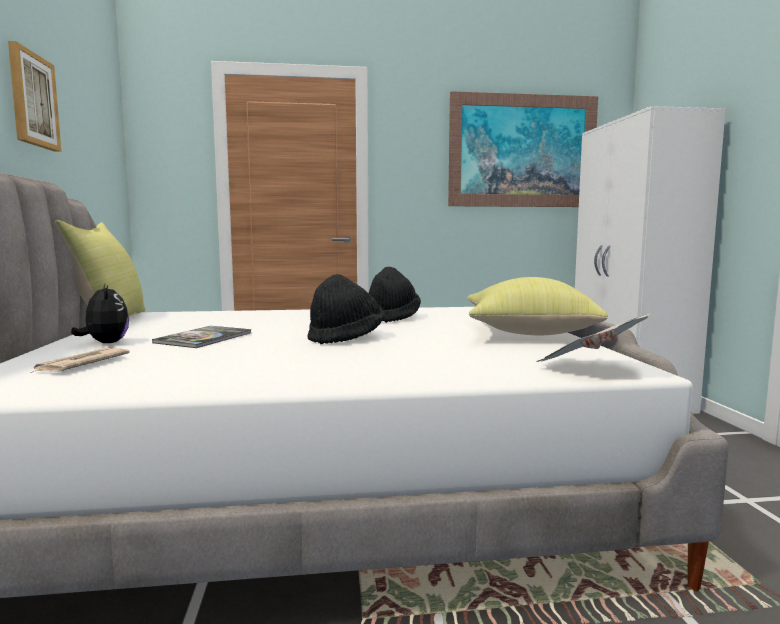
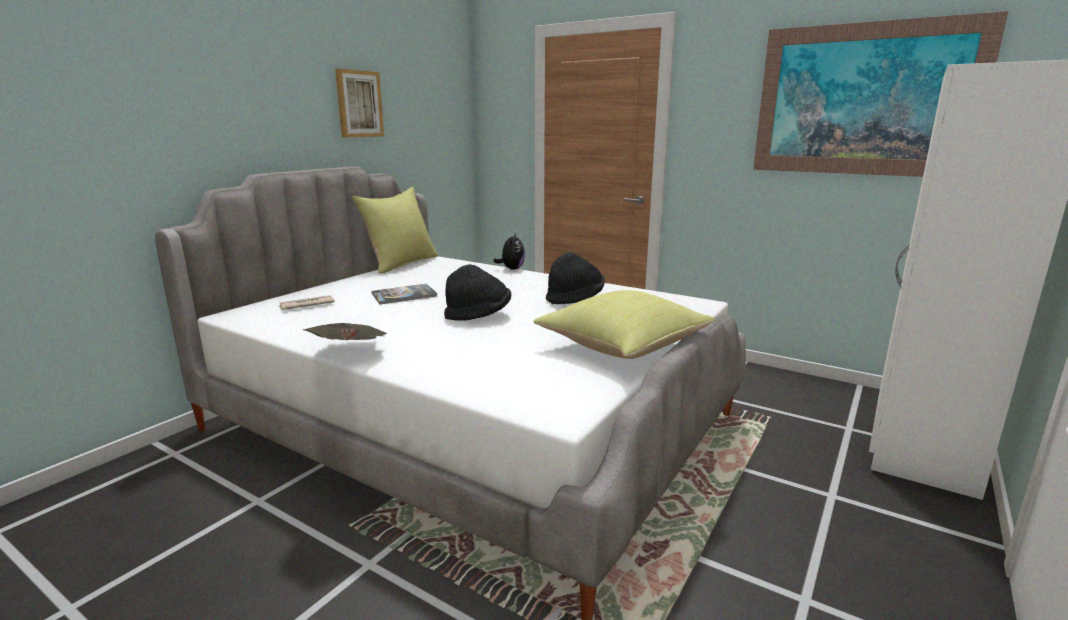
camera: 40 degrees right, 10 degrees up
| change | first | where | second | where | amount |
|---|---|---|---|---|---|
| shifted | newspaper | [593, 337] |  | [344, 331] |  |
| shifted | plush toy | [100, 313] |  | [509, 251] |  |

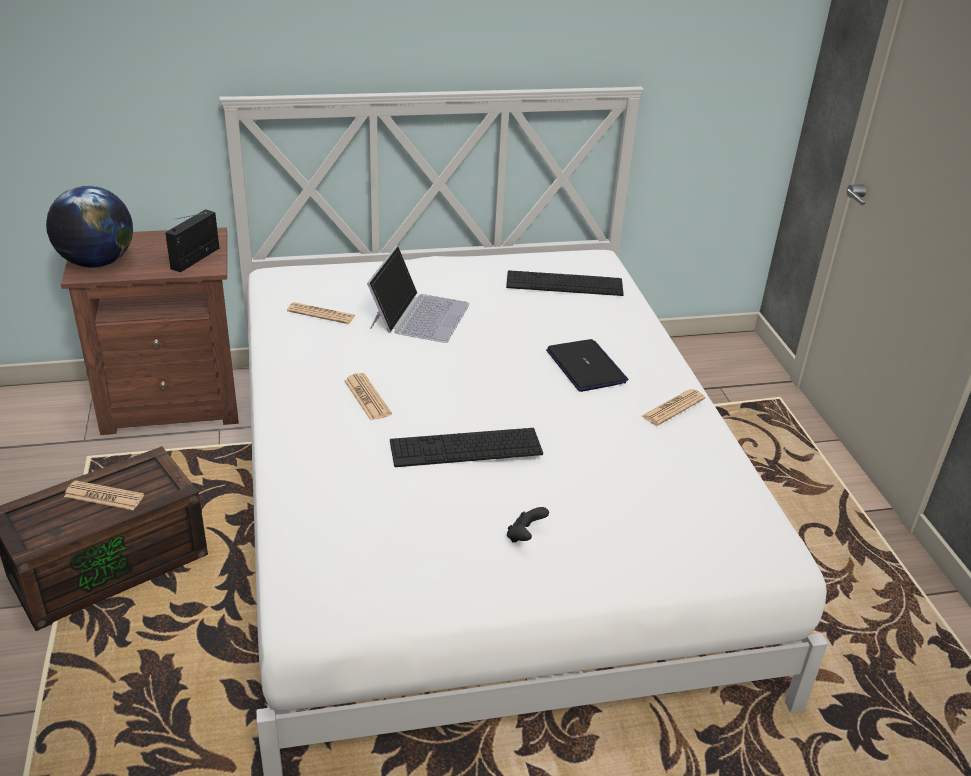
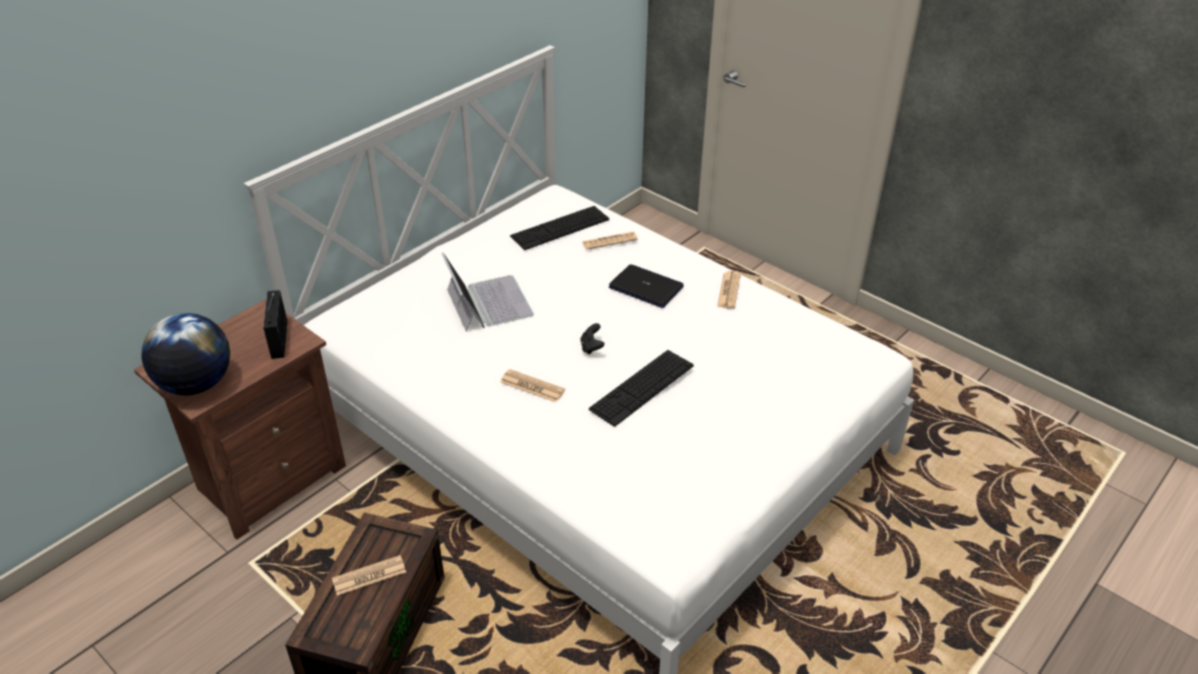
camera: 35 degrees left, 5 degrees up
| change | first | where | second | where | amount |
|---|---|---|---|---|---|
| shifted | black game controller | [528, 524] |  | [592, 339] |  |
| shifted | newspaper | [321, 313] |  | [610, 241] |  |

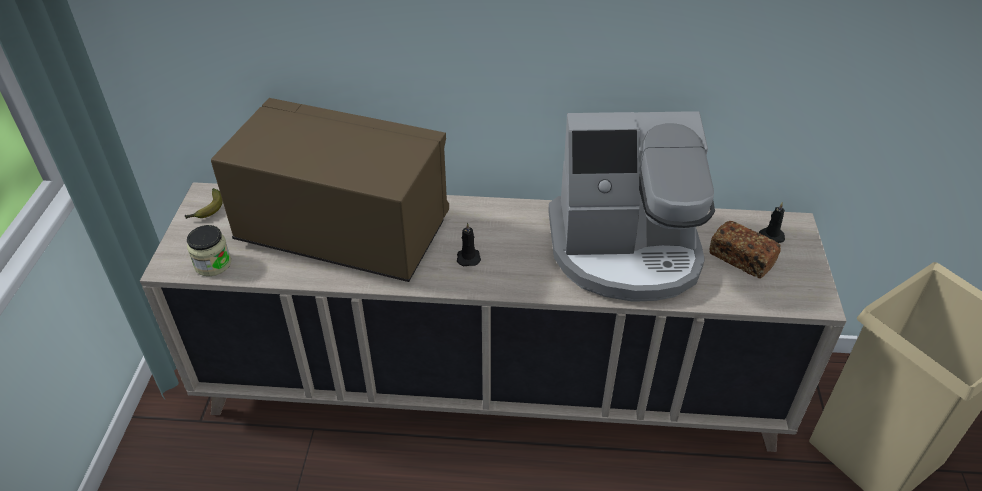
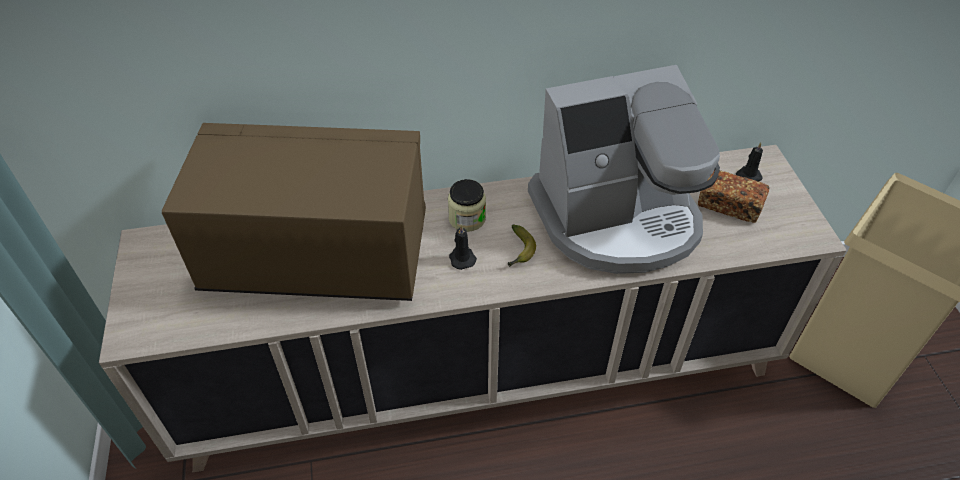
camera: 15 degrees left, 5 degrees up
| change | first | where | second | where | amount |
|---|---|---|---|---|---|
| shifted | jar | [209, 250] |  | [467, 205] |  |
| shifted | banana | [204, 203] |  | [522, 245] |  |

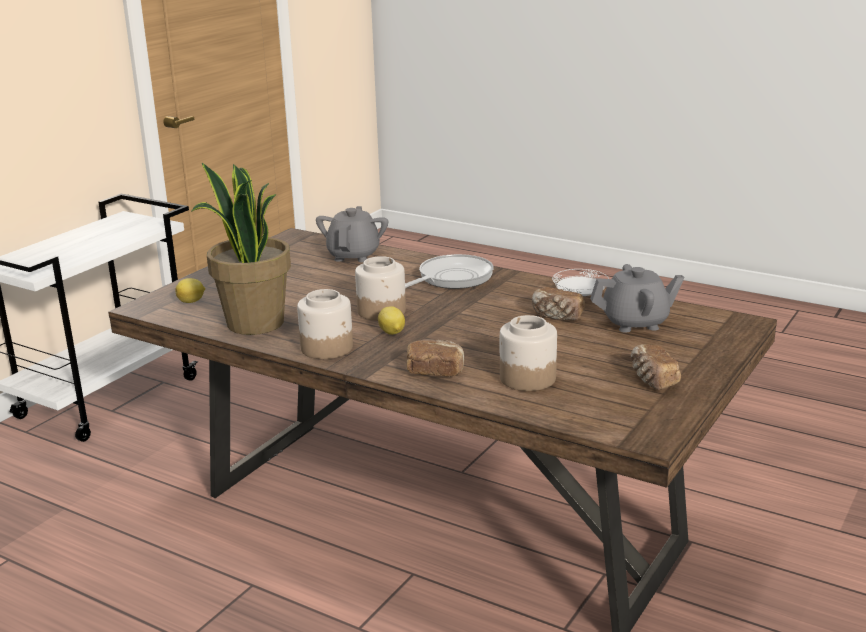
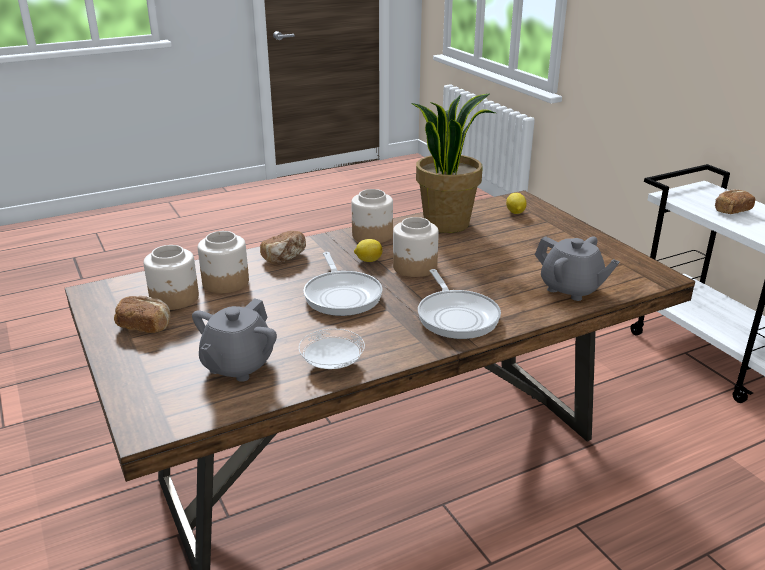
camera: 120 degrees right, 5 degrees up
| change | first | where | second | where | amount |
|---|---|---|---|---|---|
| new |  |  | jar | [171, 277] |  |
| new |  |  | frying pan | [342, 284] |  |
| shifted | bread | [558, 303] |  | [735, 201] |  |

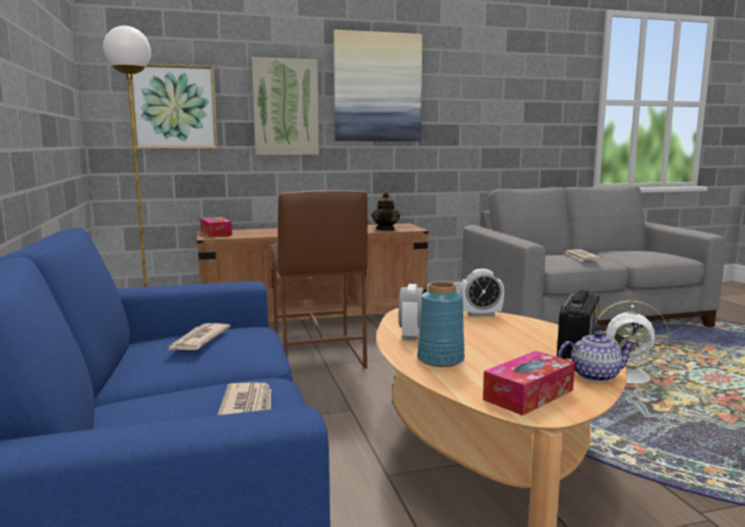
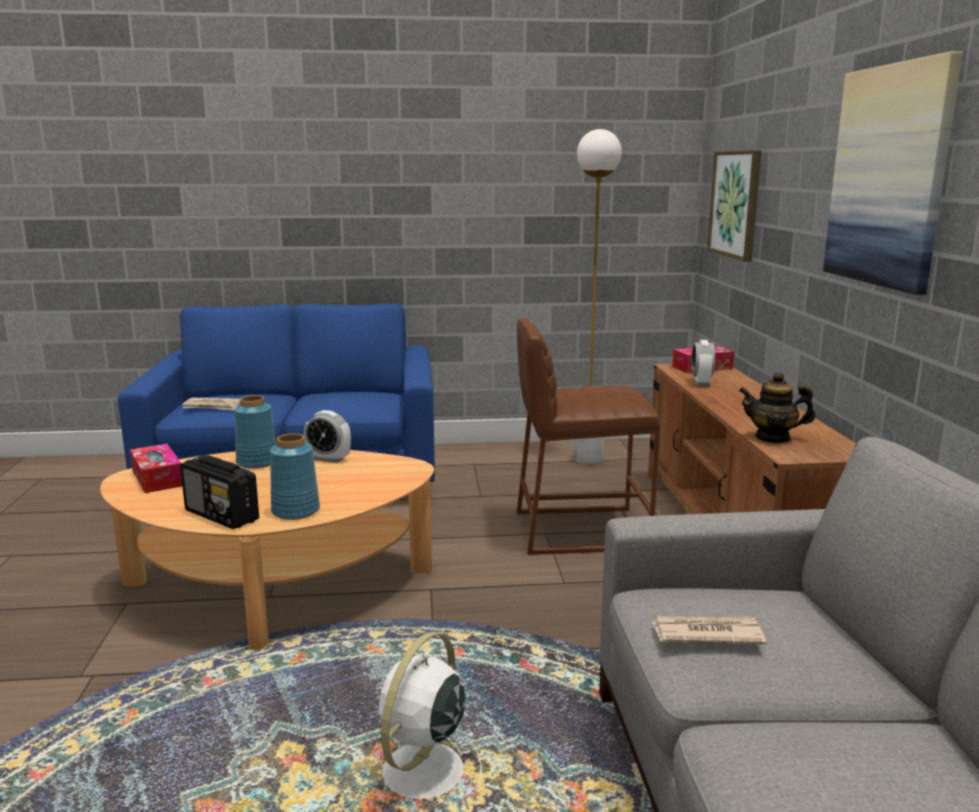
camera: 100 degrees right, 5 degrees up
| change | first | where | second | where | amount |
|---|---|---|---|---|---|
| new |  |  | blue vase | [295, 476] |  |
| shifted | alarm clock | [482, 293] |  | [703, 363] |  |
| gone | newspaper | [199, 337] |  |  |  |
| gone | picture | [285, 106] |  |  |  |
| gone | teapot | [597, 356] |  |  |  |

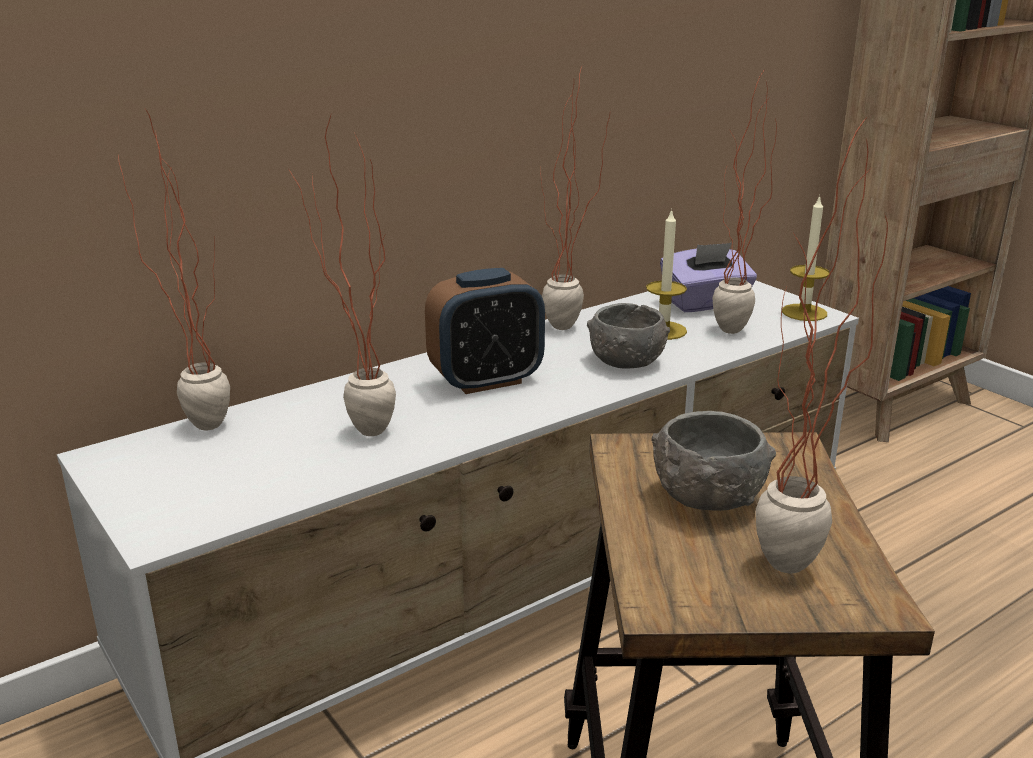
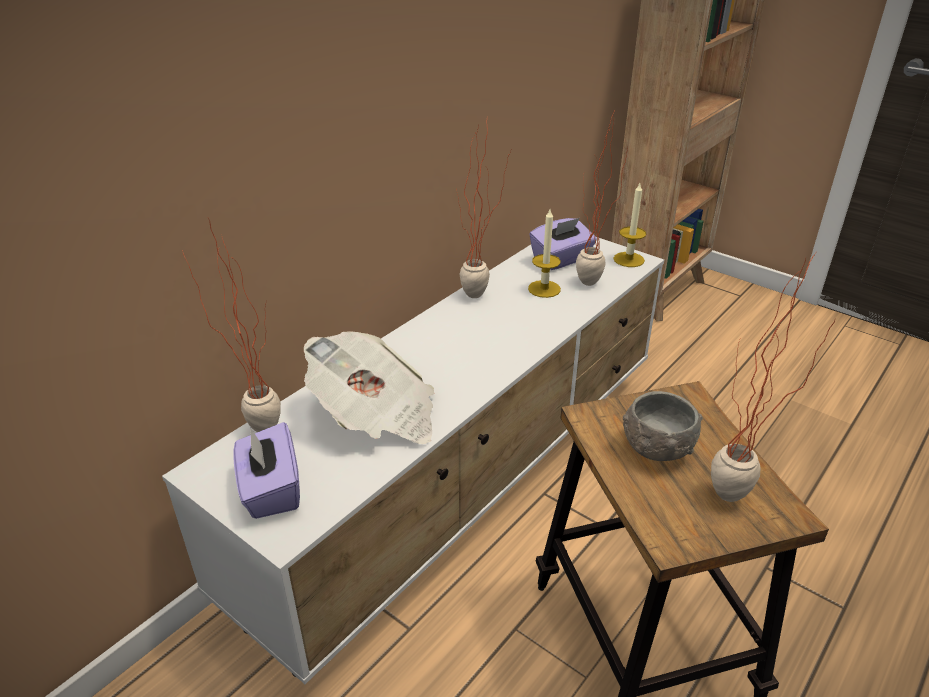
camera: 15 degrees left, 10 degrees up
| change | first | where | second | where | amount |
|---|---|---|---|---|---|
| new |  |  | purple tissue box | [266, 470] |  |
| swapped | potted plant | [342, 275] | newspaper | [369, 388] |  |
| gone | alarm clock | [485, 331] |  |  |  |
| gone | grey bowl | [628, 336] |  |  |  |

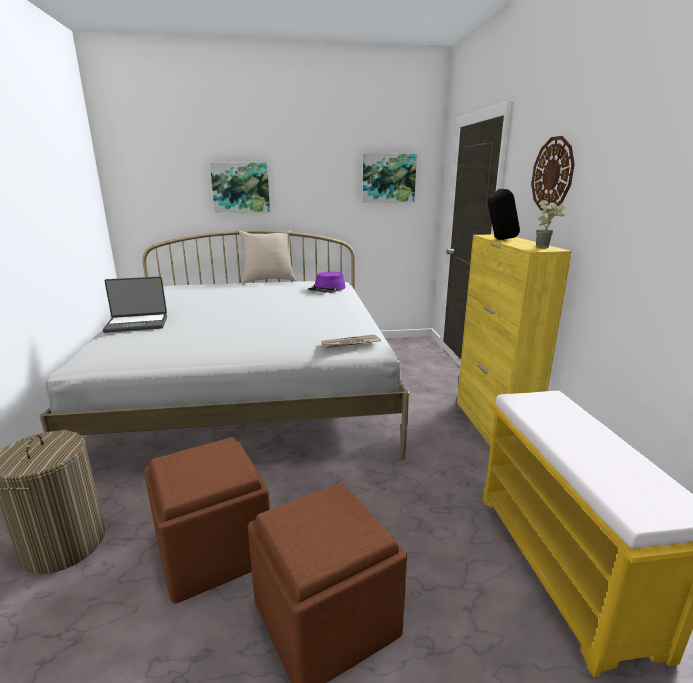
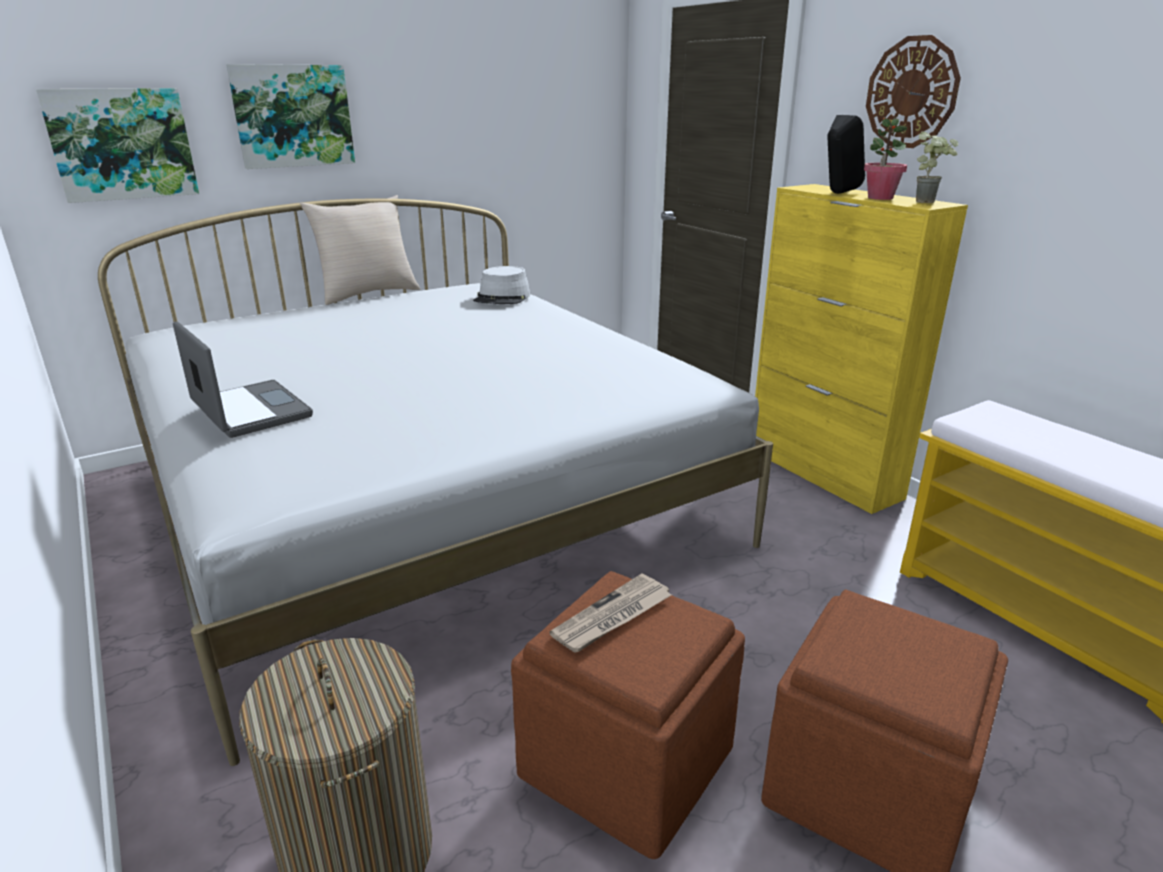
camera: 25 degrees left, 5 degrees up
| change | first | where | second | where | amount |
|---|---|---|---|---|---|
| shifted | picture | [390, 178] |  | [117, 145] |  |
| rotated | laptop | [134, 305] |  | [243, 379] | 90 degrees counterclockwise |
| repainted | purple hat | [327, 282] | grey hat | [502, 285] |  |
| shifted | newspaper | [351, 341] |  | [610, 613] |  |
| new |  |  | potted plant | [885, 158] |  |

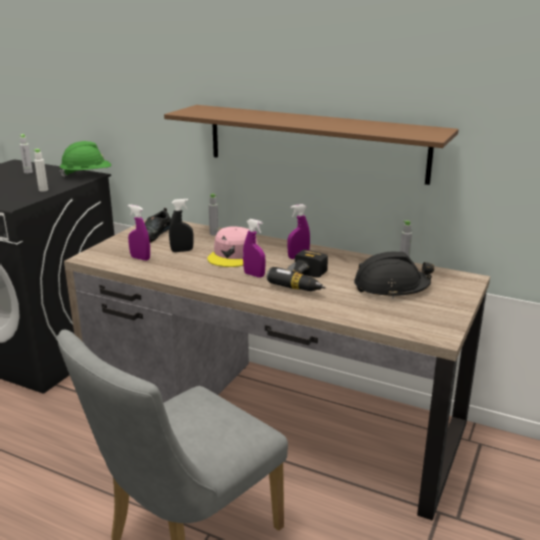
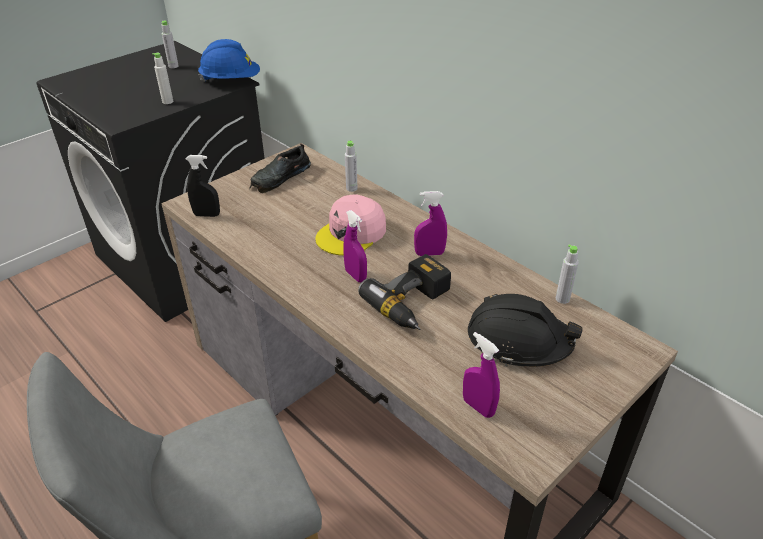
camera: 20 degrees right, 15 degrees up
| change | first | where | second | where | amount |
|---|---|---|---|---|---|
| shifted | black spray bottle | [181, 225] |  | [203, 186] |  |
| repainted | green hard hat | [85, 159] | blue hard hat | [229, 60] |  |
| shifted | purple spray bottle | [139, 232] |  | [481, 375] |  |
| gone | brown shelf | [311, 145] |  |  |  |

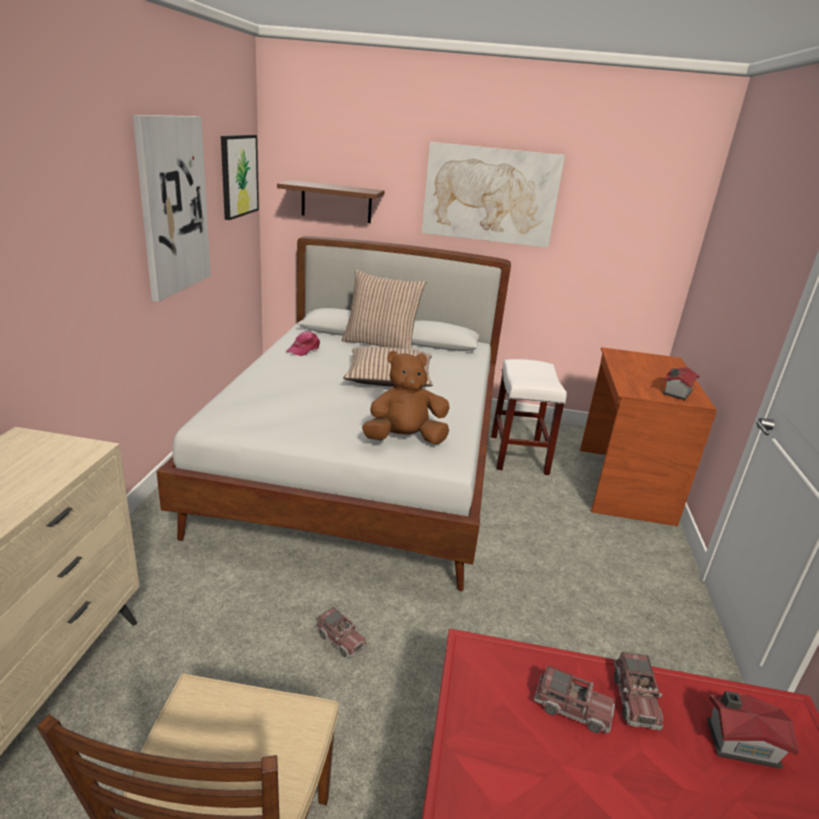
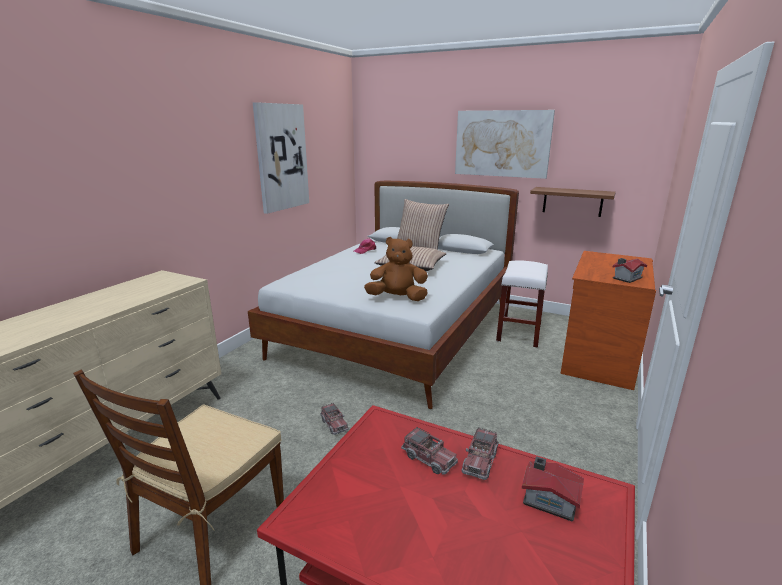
camera: 20 degrees right, 5 degrees down
| change | first | where | second | where | amount |
|---|---|---|---|---|---|
| shifted | brown shelf | [331, 201] |  | [573, 202] |  |
| gone | picture | [240, 177] |  |  |  |

